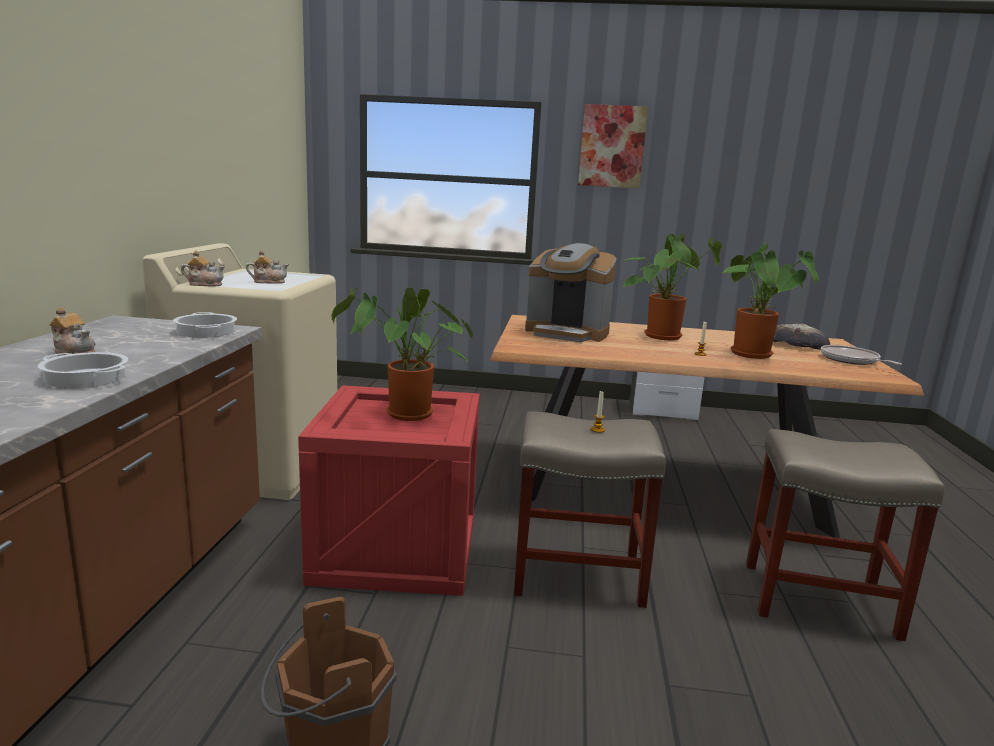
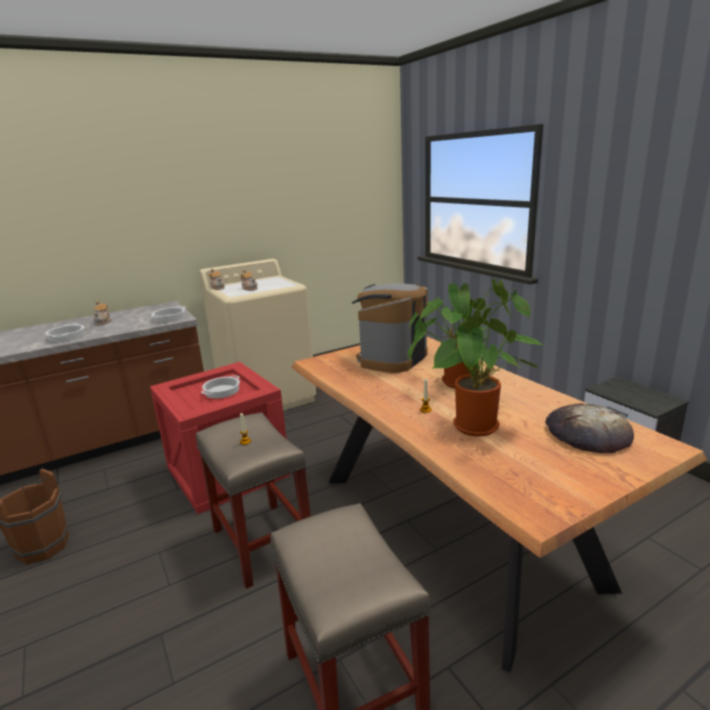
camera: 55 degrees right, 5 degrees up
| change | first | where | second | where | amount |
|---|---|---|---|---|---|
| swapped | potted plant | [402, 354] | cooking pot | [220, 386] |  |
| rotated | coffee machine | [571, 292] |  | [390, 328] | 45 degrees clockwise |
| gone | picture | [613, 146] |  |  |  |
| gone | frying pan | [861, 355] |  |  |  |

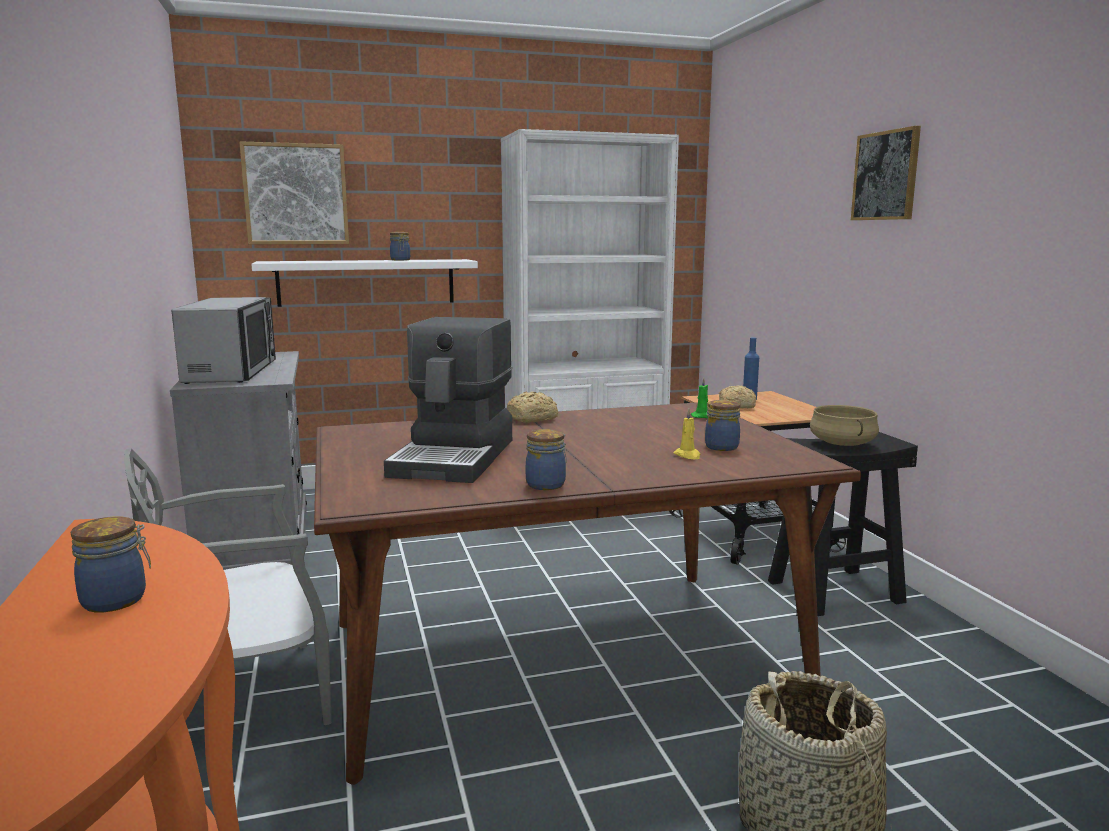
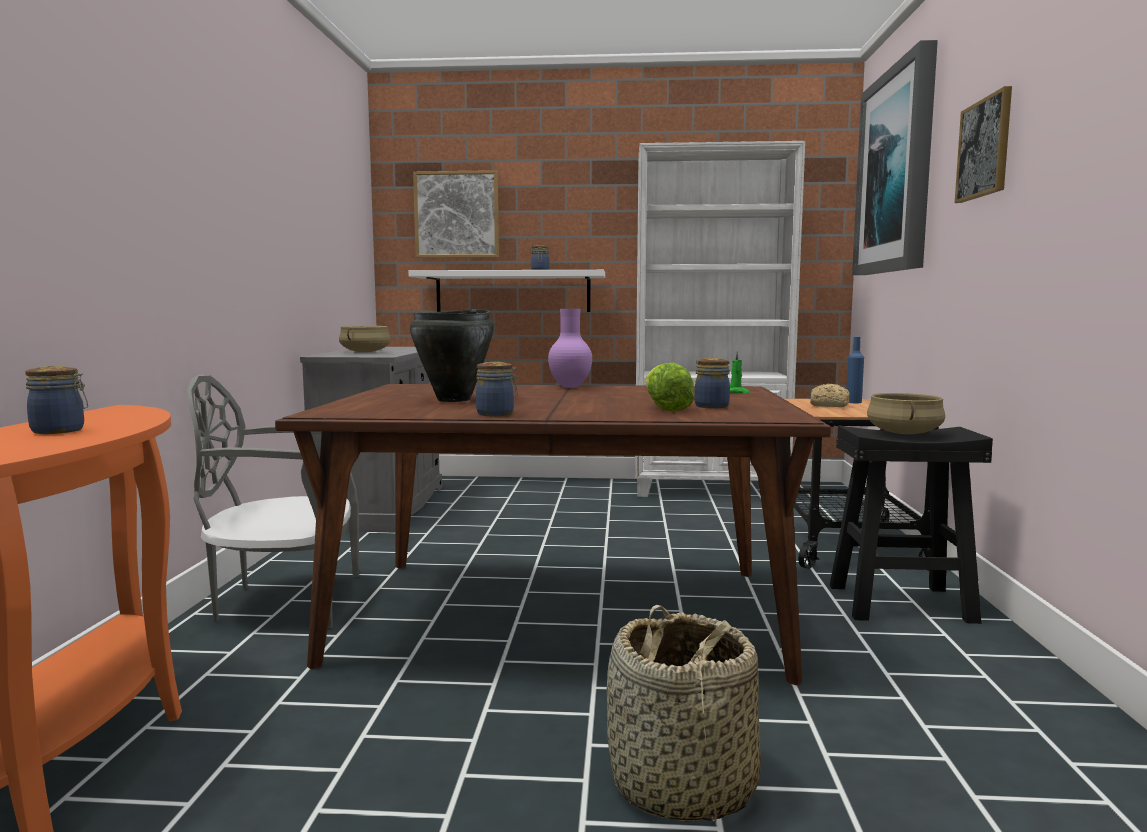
camera: 20 degrees right, 5 degrees down
| change | first | where | second | where | amount |
|---|---|---|---|---|---|
| swapped | microwave | [224, 340] | beige cooking pot | [364, 339] |  |
| swapped | coffee machine | [448, 400] | black cooking pot | [452, 355] |  |
| swapped | bread | [532, 407] | purple vase | [570, 348] |  |
| swapped | yellow candle | [686, 434] | lettuce | [670, 386] |  |
| new |  |  | picture | [895, 157] |  |

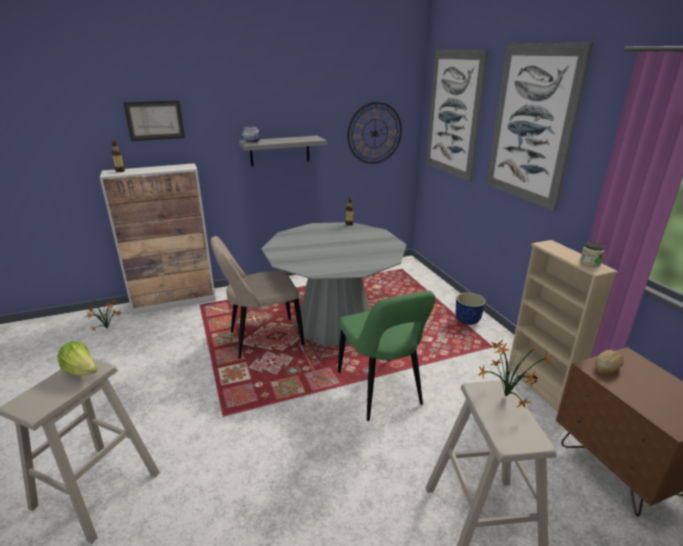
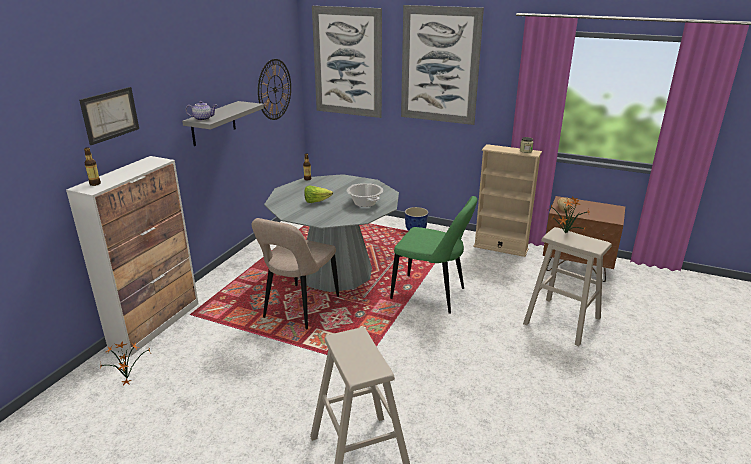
camera: 45 degrees left, 0 degrees up
| change | first | where | second | where | amount |
|---|---|---|---|---|---|
| shifted | lettuce | [77, 358] |  | [318, 194] |  |
| new |  |  | cooking pot | [365, 195] |  |

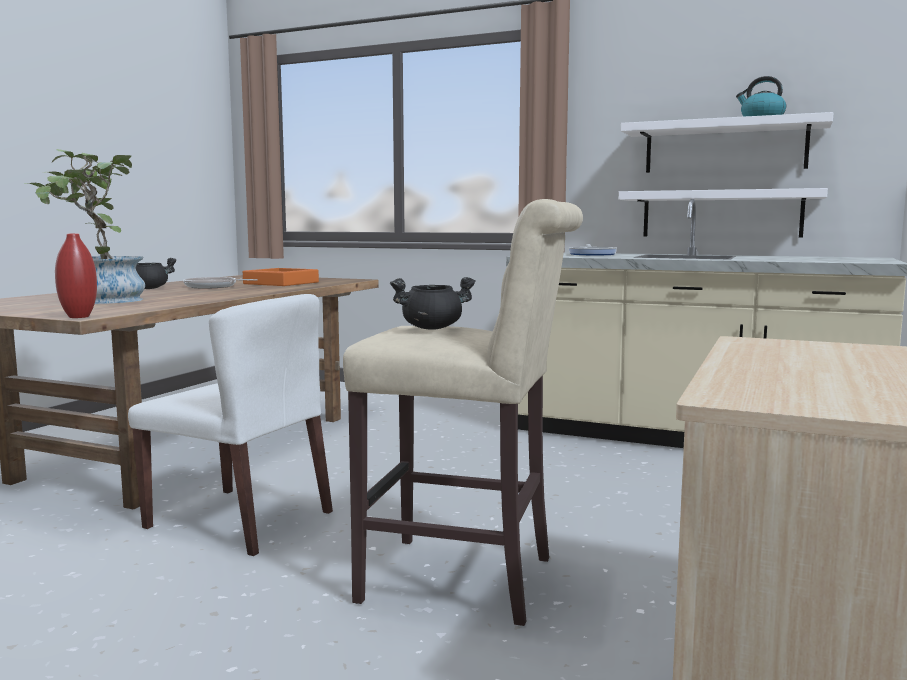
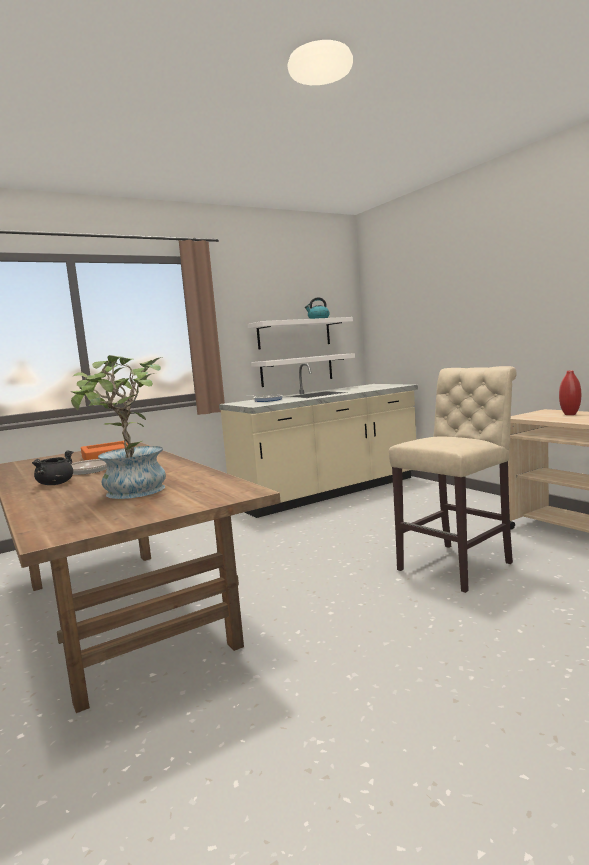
camera: 55 degrees left, 0 degrees up
| change | first | where | second | where | amount |
|---|---|---|---|---|---|
| shifted | red vase | [76, 275] |  | [570, 392] |  |
| gone | white chair | [230, 425] |  |  |  |
| gone | black cooking pot | [433, 303] |  |  |  |

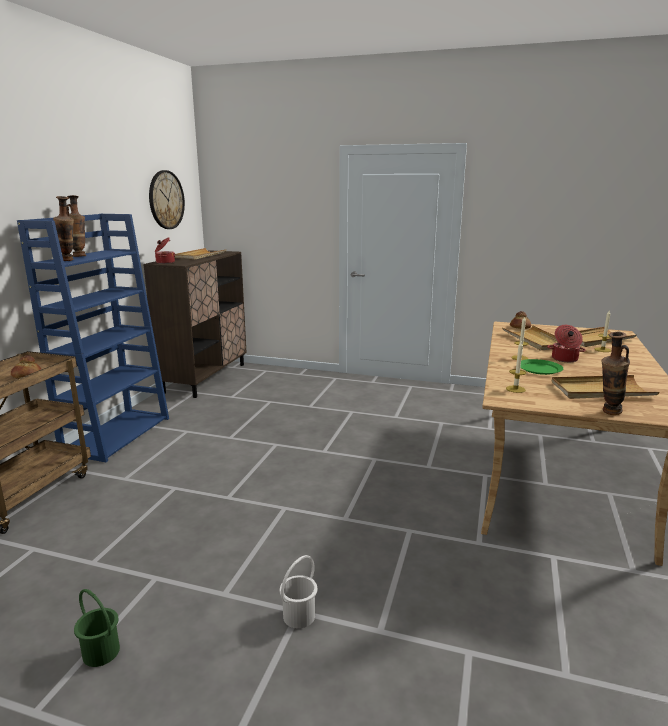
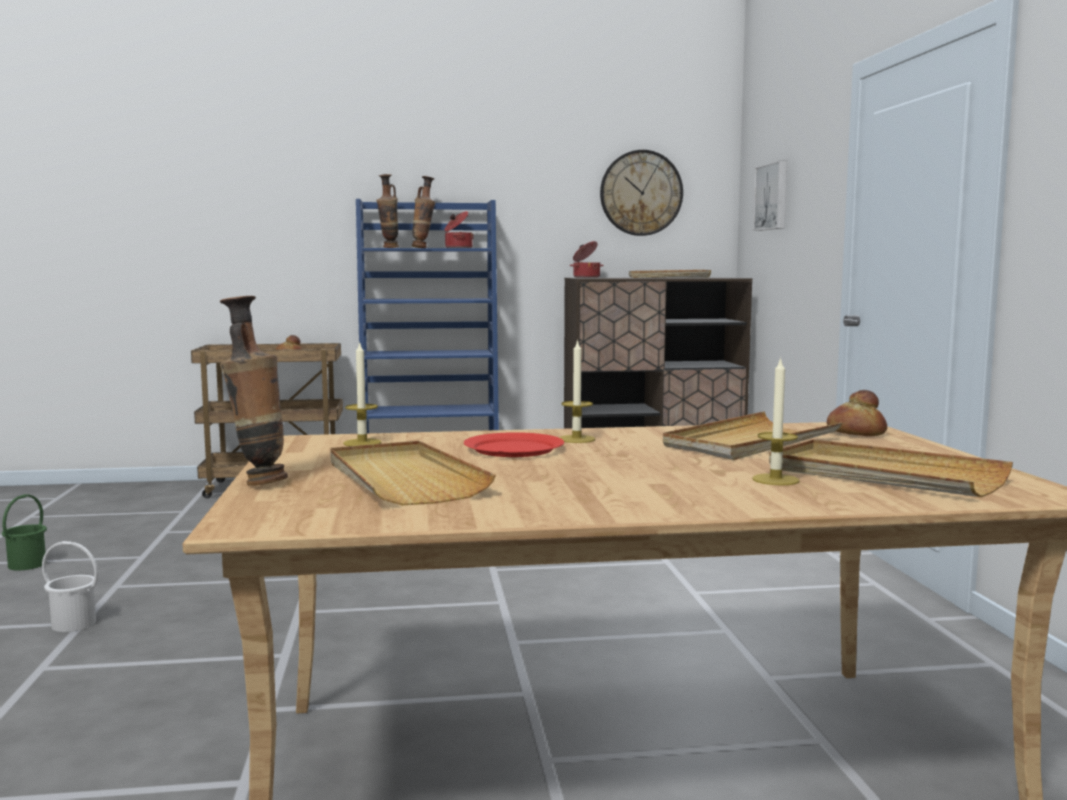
camera: 65 degrees right, 10 degrees down
| change | first | where | second | where | amount |
|---|---|---|---|---|---|
| shifted | cooking pot | [566, 343] |  | [459, 229] |  |
| repainted | green plate | [541, 367] | red plate | [514, 444] |  |
| new |  |  | picture | [769, 195] |  |

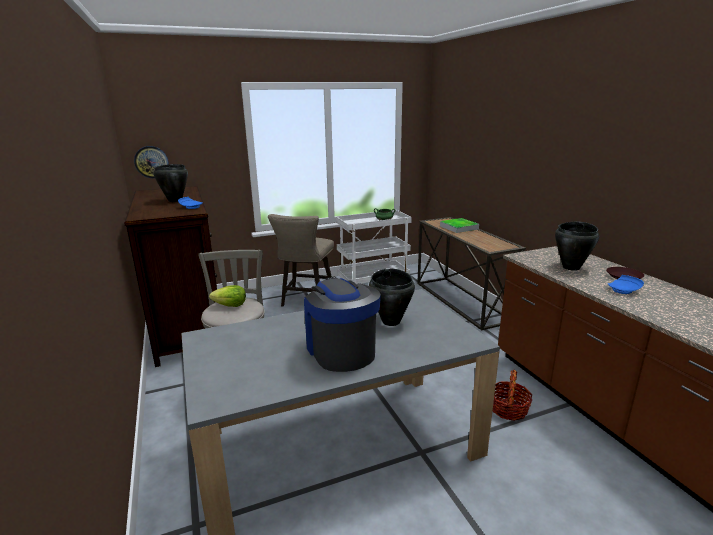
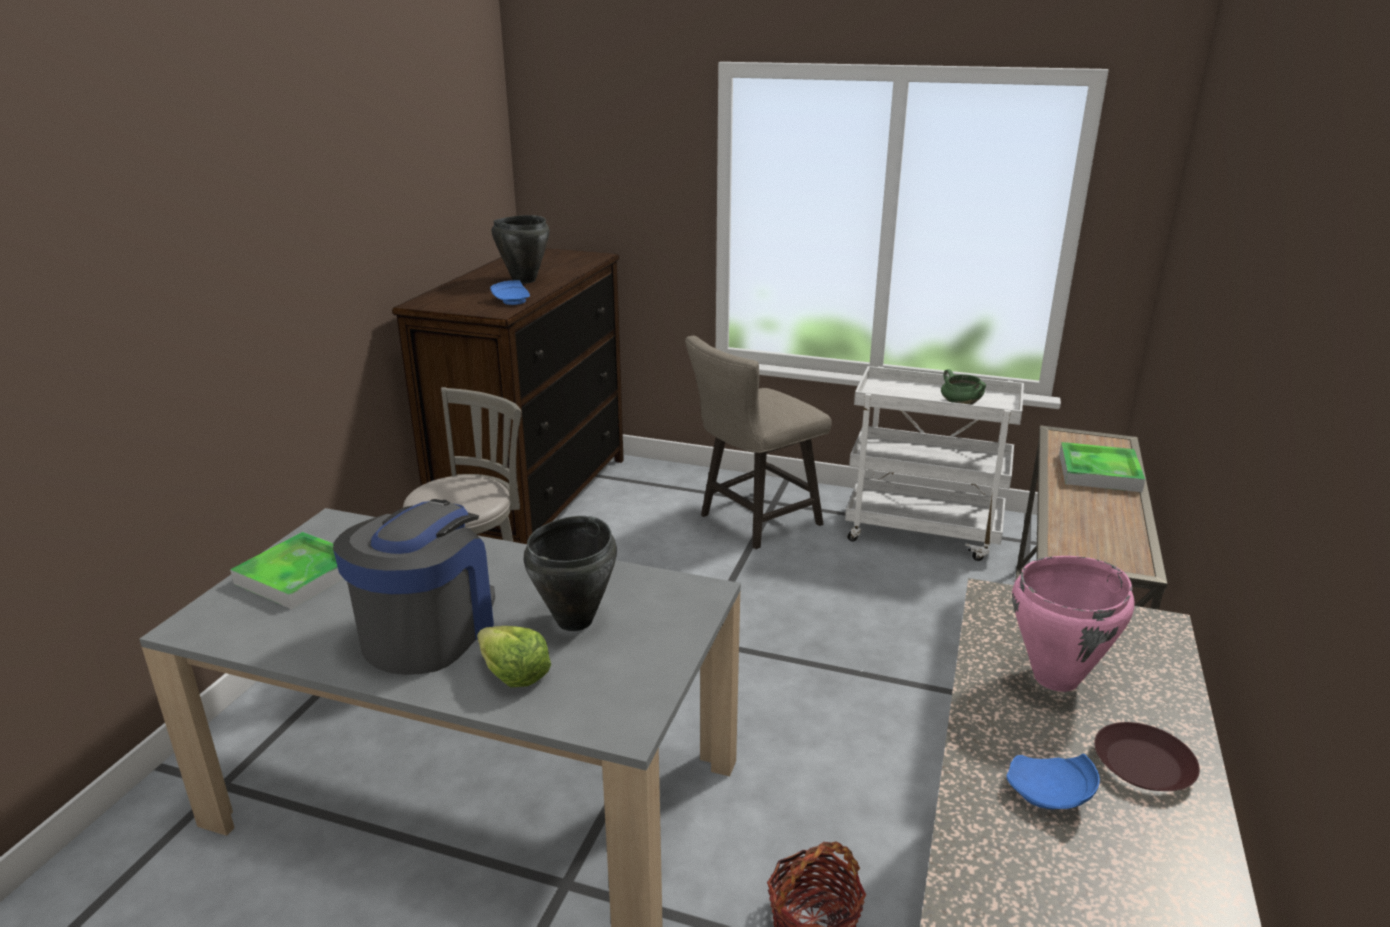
camera: 40 degrees right, 5 degrees up
| change | first | where | second | where | amount |
|---|---|---|---|---|---|
| new |  |  | tray | [287, 570] |  |
| shifted | lettuce | [227, 296] |  | [514, 656] |  |
| repainted | black cooking pot | [577, 246] | pink cooking pot | [1073, 624] |  |
| gone | wall clock | [151, 162] |  |  |  |

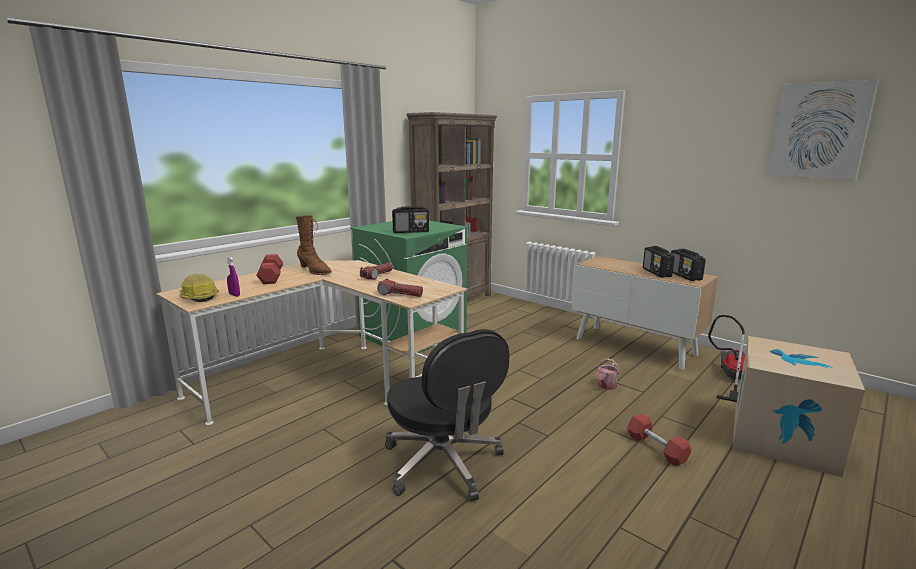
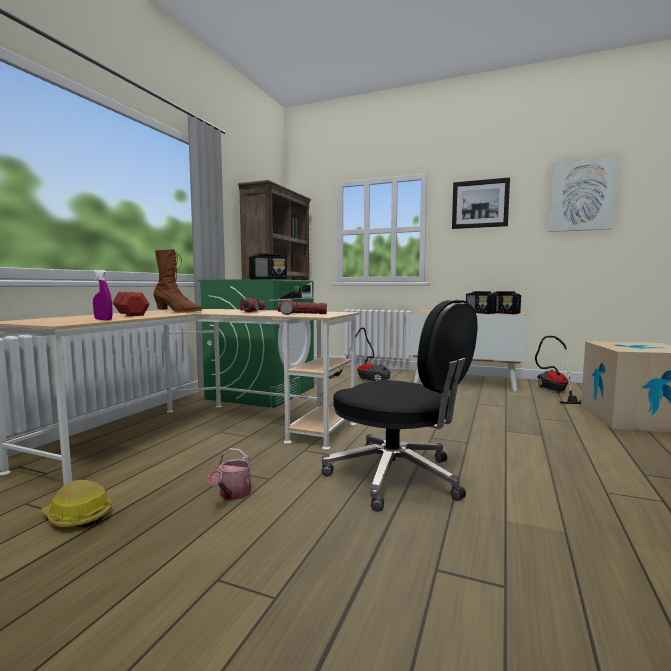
camera: 20 degrees left, 10 degrees down
| change | first | where | second | where | amount |
|---|---|---|---|---|---|
| shifted | hard hat | [199, 288] |  | [76, 504] |  |
| shifted | watering can | [608, 374] |  | [229, 474] |  |
| new |  |  | vacuum cleaner | [359, 354] |  |
| new |  |  | picture | [481, 203] |  |
| gone | red dumbbell | [659, 440] |  |  |  |

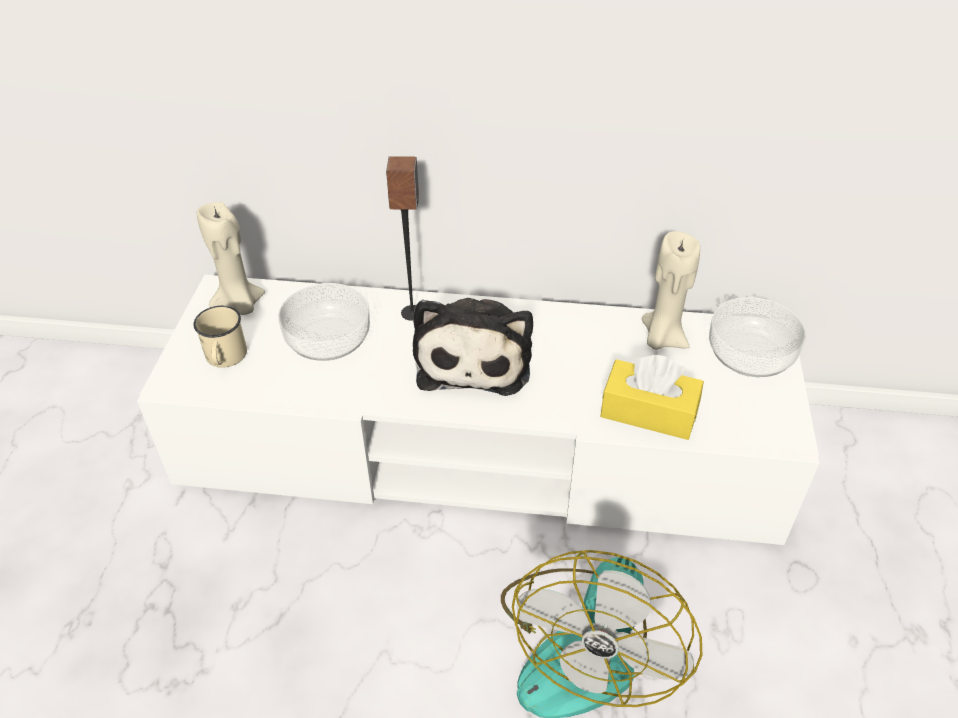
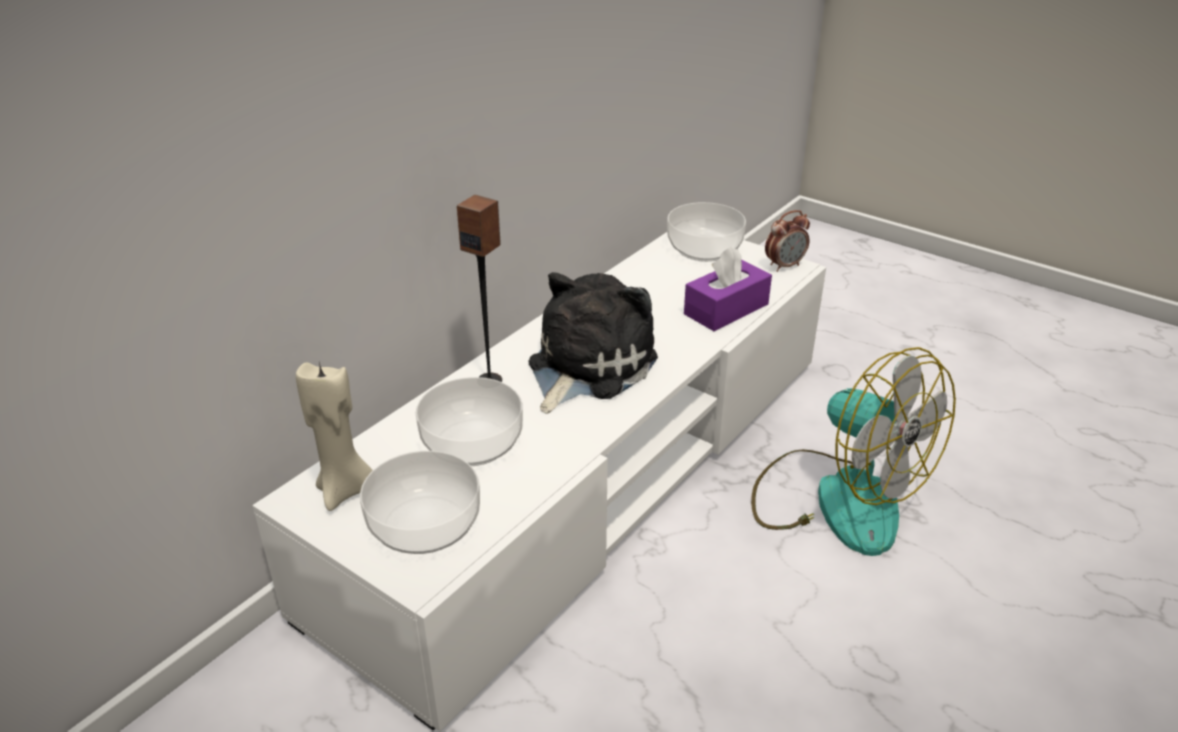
camera: 60 degrees left, 10 degrees down
| change | first | where | second | where | amount |
|---|---|---|---|---|---|
| swapped | beige mug | [220, 337] | bowl | [420, 502] |  |
| rotated | plush toy | [473, 347] |  | [593, 343] | 90 degrees counterclockwise |
| repainted | yellow tissue box | [652, 397] | purple tissue box | [728, 289] |  |
| new |  |  | alarm clock | [787, 241] |  |
| gone | beige candle | [671, 290] |  |  |  |

